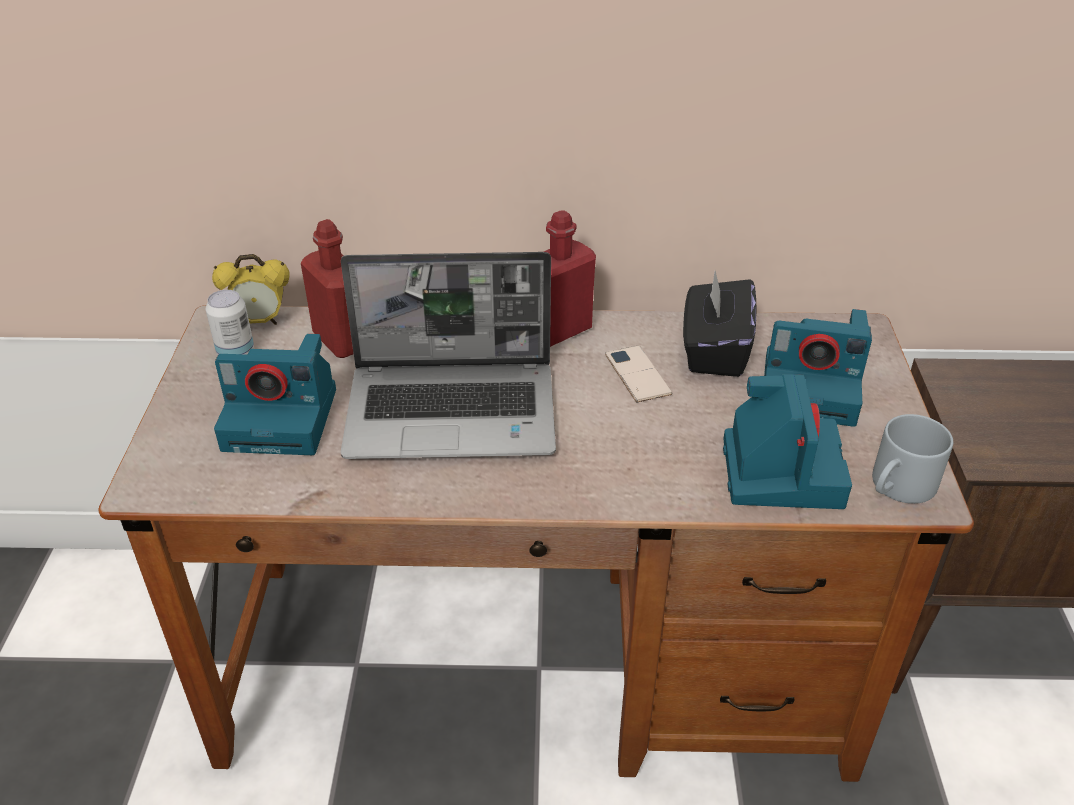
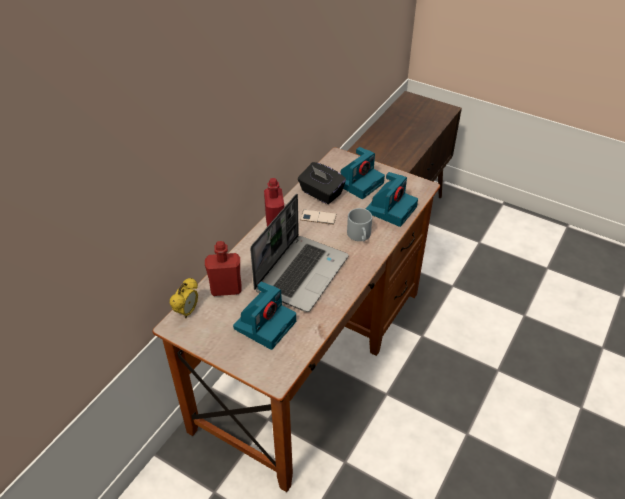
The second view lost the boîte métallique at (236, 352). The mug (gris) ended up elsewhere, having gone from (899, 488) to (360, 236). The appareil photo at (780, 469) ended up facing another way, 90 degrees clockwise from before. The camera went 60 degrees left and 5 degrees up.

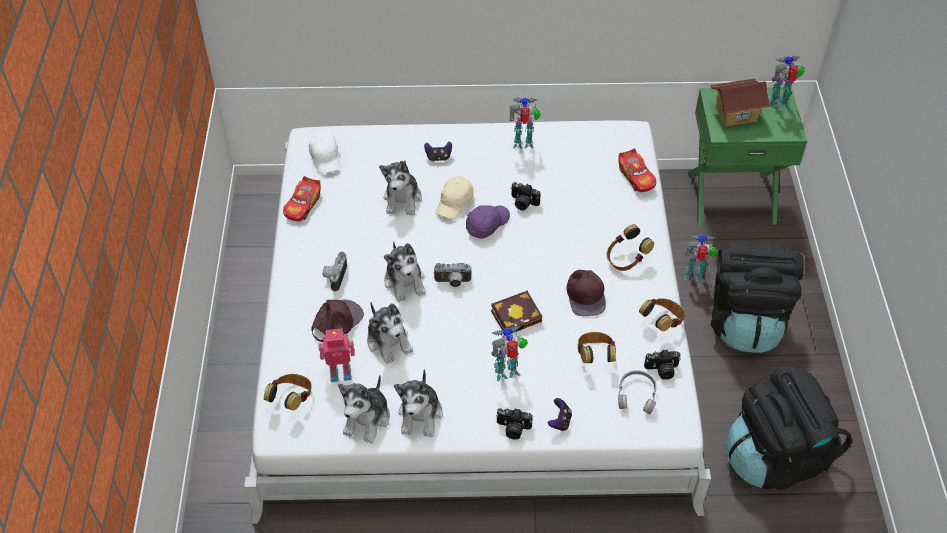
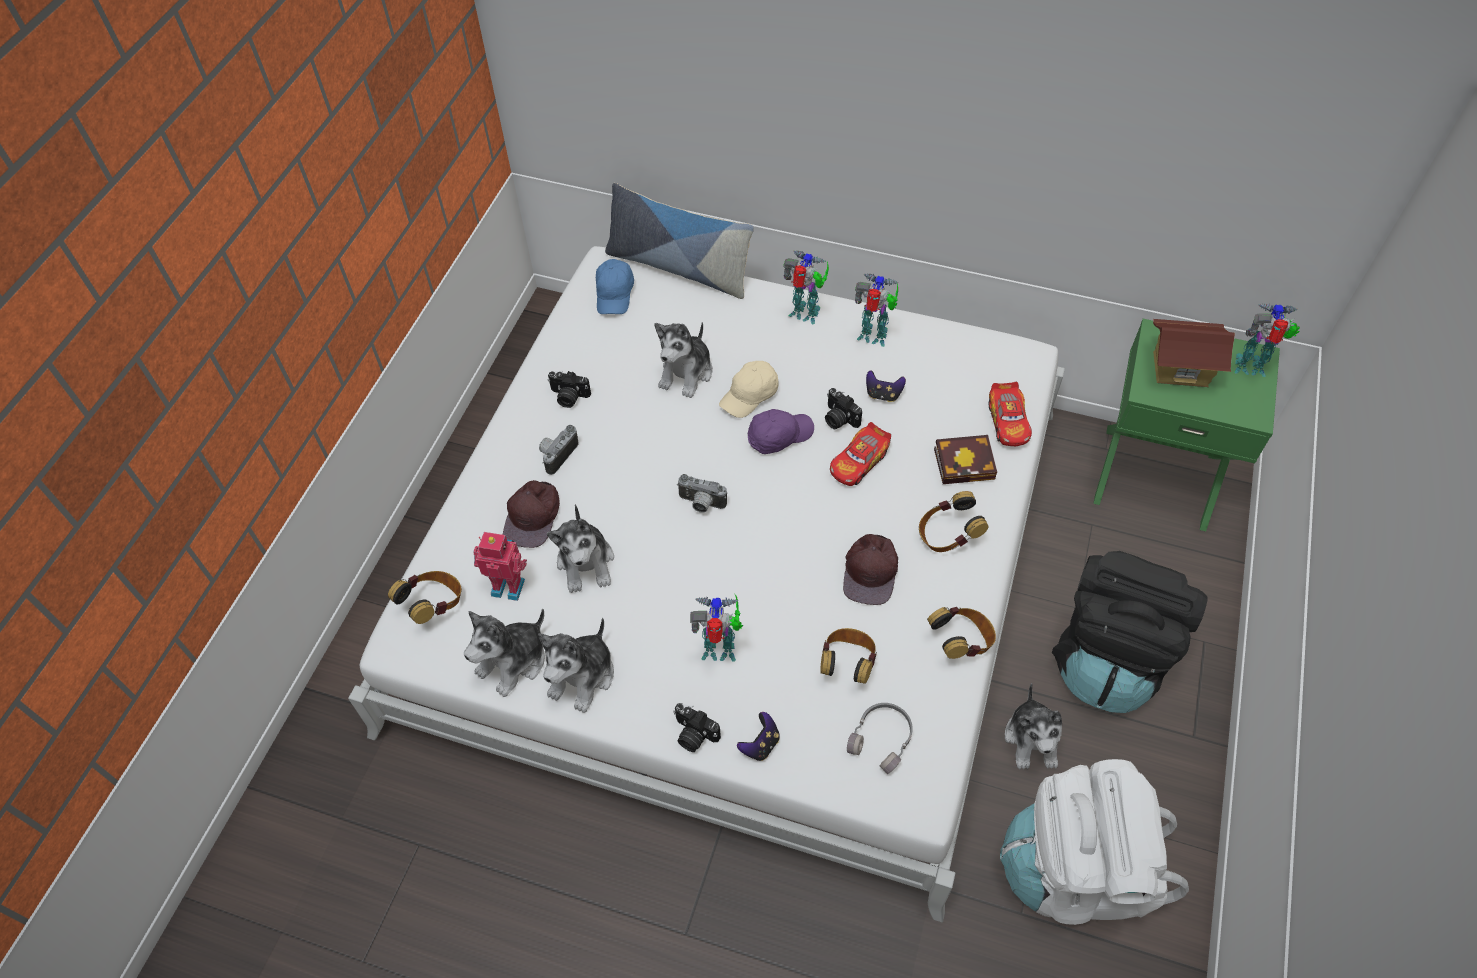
The second view gained the coussin at (679, 267). The petite voiture ended up elsewhere, having gone from (302, 205) to (858, 462). The peluche ended up elsewhere, having gone from (405, 281) to (1032, 739). The manette ended up elsewhere, having gone from (438, 157) to (883, 394). The livre ended up elsewhere, having gone from (517, 315) to (966, 463). The appareil photo ended up elsewhere, having gone from (662, 370) to (568, 397). The robot jouet ended up elsewhere, having gone from (695, 276) to (805, 315). What was the casquette (blanc) at (325, 158) turned into the casquette (bleu) at (615, 294). What was the sac à dos (noir) at (775, 457) turned into the sac à dos (blanc) at (1075, 870). The casquette (marron) at (336, 322) ended up facing another way, 135 degrees clockwise from before. The camera went 20 degrees right and 5 degrees up.

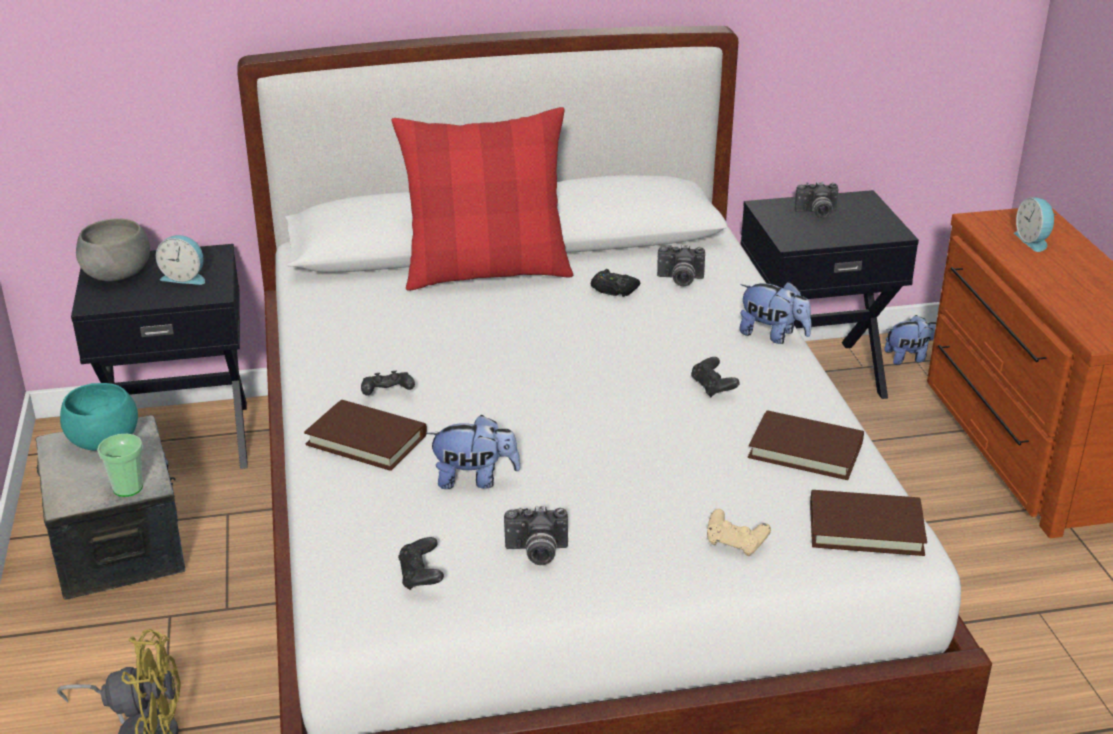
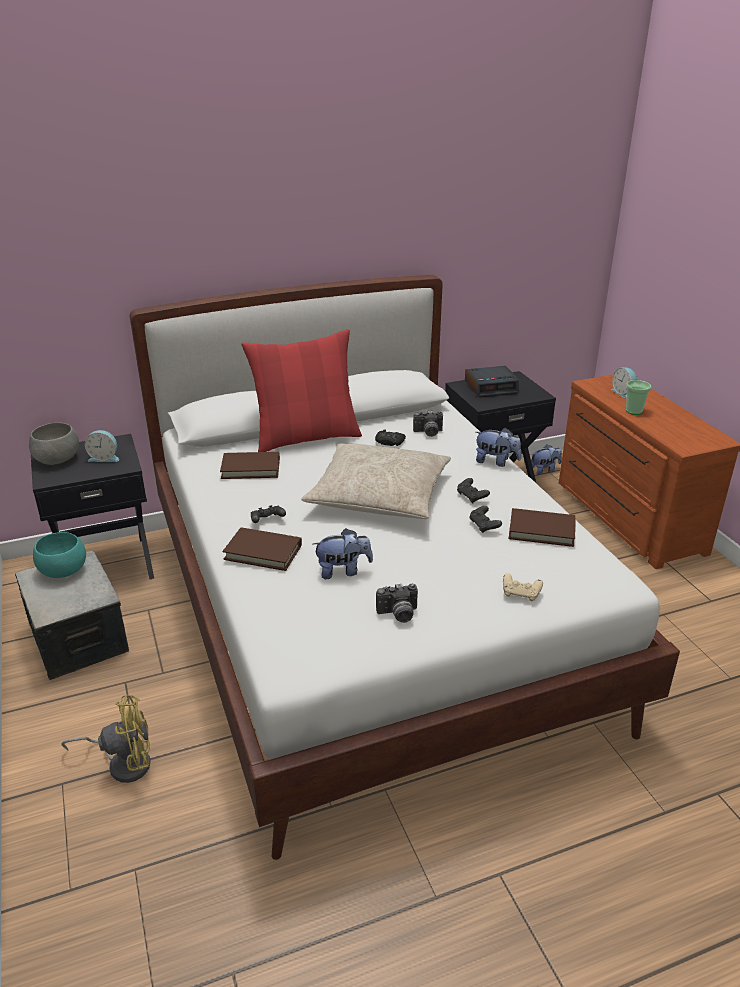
The second view gained the coussin (beige) at (379, 495). The tasse ended up elsewhere, having gone from (128, 488) to (634, 411). The manette (noir) ended up elsewhere, having gone from (421, 575) to (484, 526). The livre (marron) ended up elsewhere, having gone from (865, 528) to (250, 468). Where the appareil photo stood at (816, 213), the réveil came to stand at (491, 387). The camera went 10 degrees left and 0 degrees up.

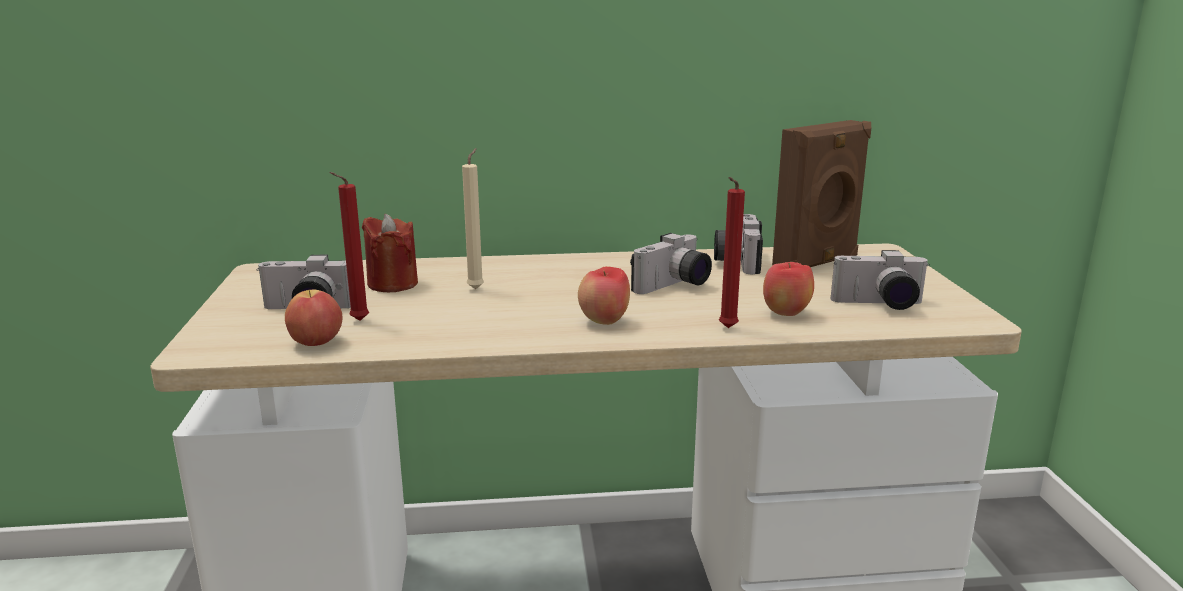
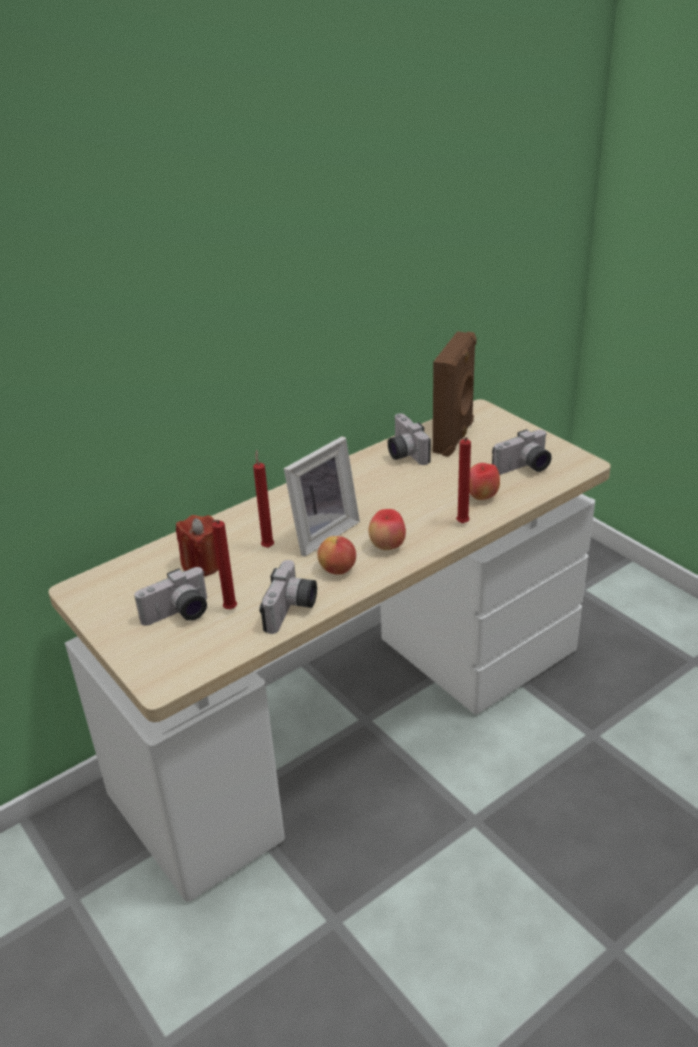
The second view gained the cadre photo at (320, 533). The pomme ended up elsewhere, having gone from (316, 343) to (338, 569). The appareil photo ended up elsewhere, having gone from (674, 286) to (292, 611). What was the bougie (beige) at (477, 288) turned into the bougie (rouge) at (268, 546). The camera went 30 degrees left and 15 degrees up.

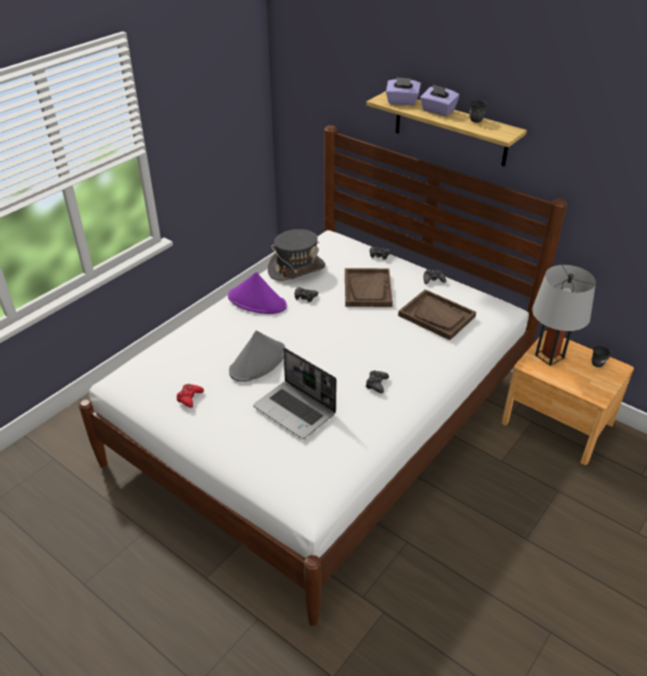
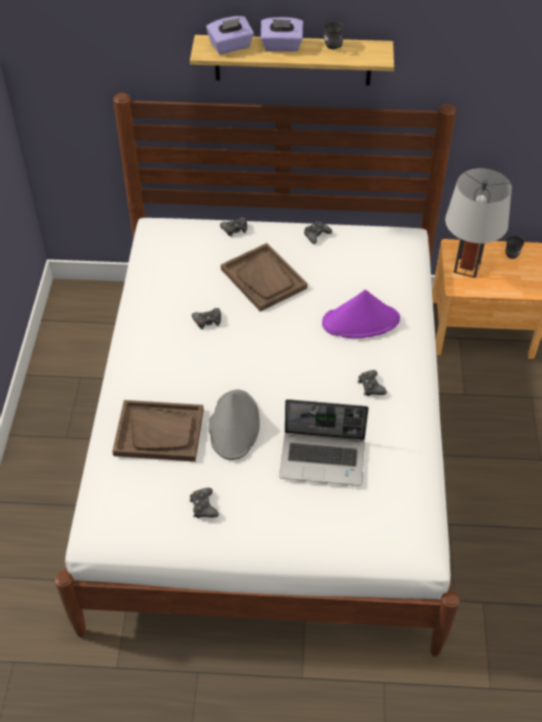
The second view lost the chapeau (gris) at (296, 269). The chapeau (violet) ended up elsewhere, having gone from (257, 301) to (361, 321). The plateau (marron) ended up elsewhere, having gone from (437, 316) to (159, 432). What was the manette (rouge) at (189, 398) turned into the manette (noir) at (203, 506). The camera went 35 degrees left and 10 degrees up.

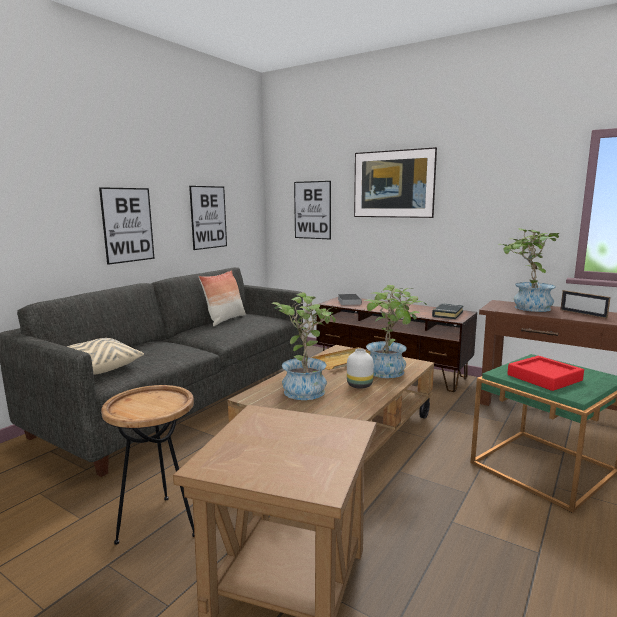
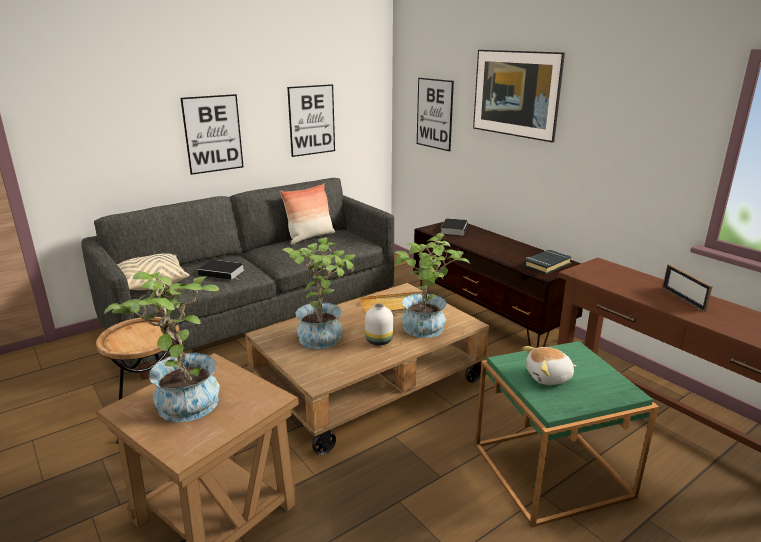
The second view gained the livre at (223, 272). The plante en pot ended up elsewhere, having gone from (526, 307) to (182, 399). Where the plateau (rouge) stood at (544, 377), the peluche came to stand at (549, 377). The camera went 20 degrees right and 10 degrees up.

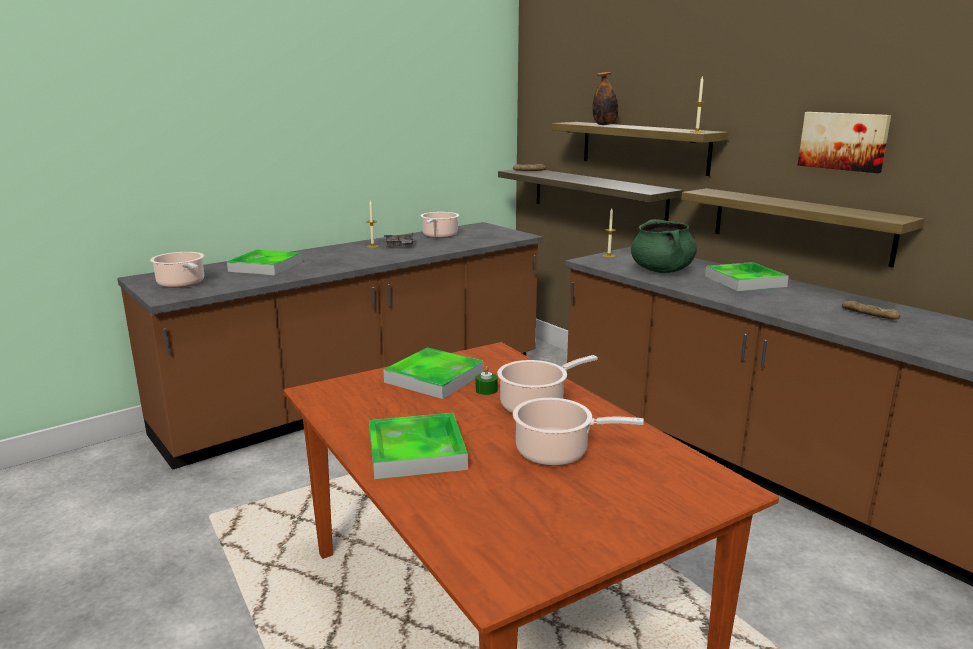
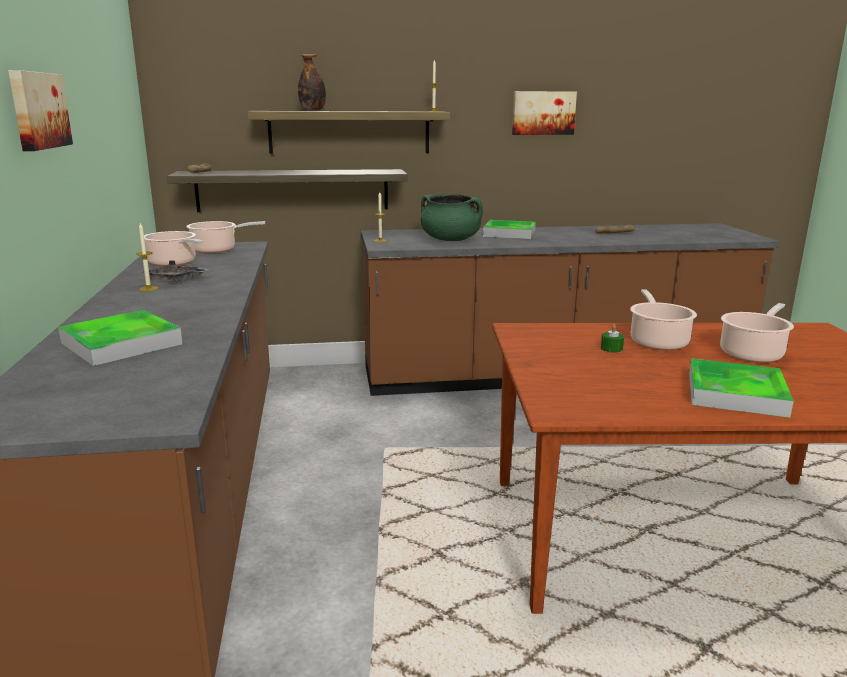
The second view lost the plateau at (434, 378). The second view lost the étagère at (799, 225). The second view gained the tableau at (37, 110). The marmite ended up elsewhere, having gone from (182, 284) to (217, 250). The camera went 60 degrees left and 0 degrees up.

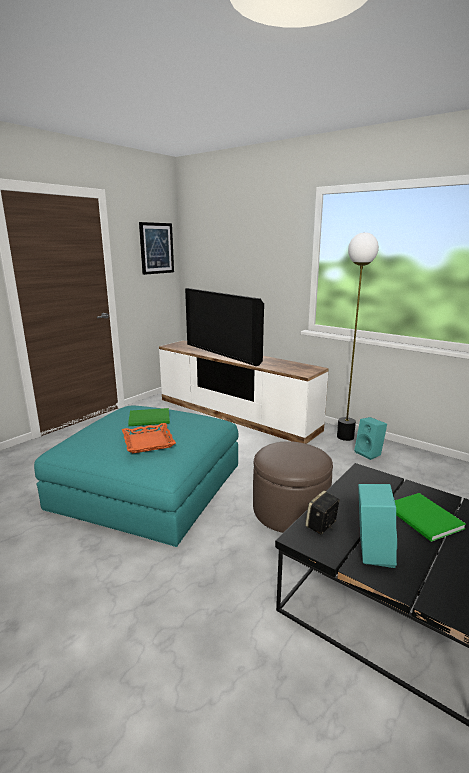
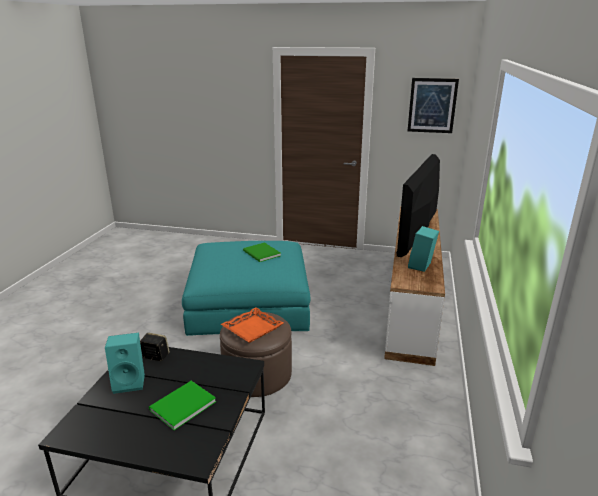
The second view lost the lampadaire at (345, 437). The plateau (orange) ended up elsewhere, having gone from (147, 442) to (252, 328). The enceinte (turquoise) ended up elsewhere, having gone from (369, 453) to (421, 267). The camera went 65 degrees right and 5 degrees up.

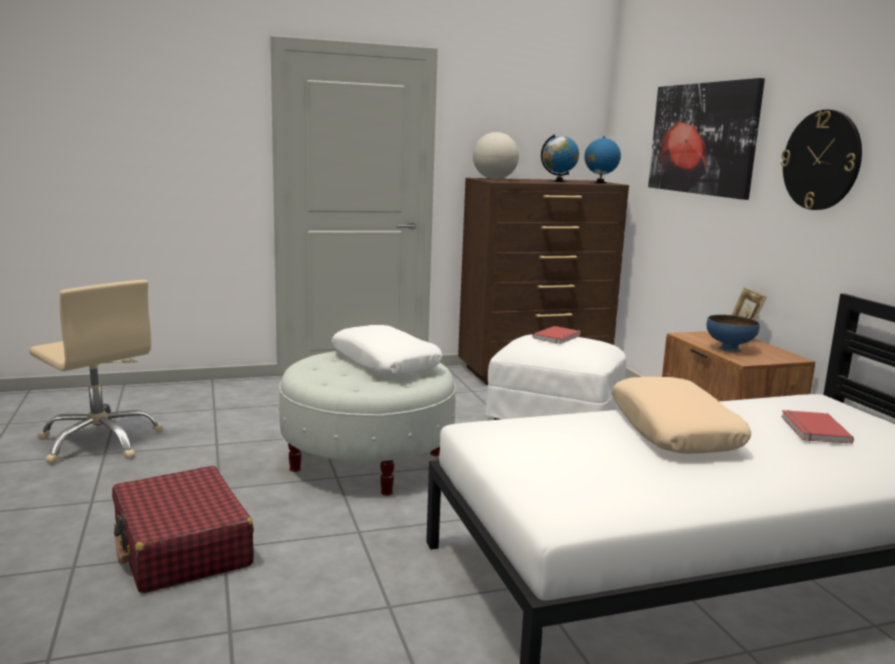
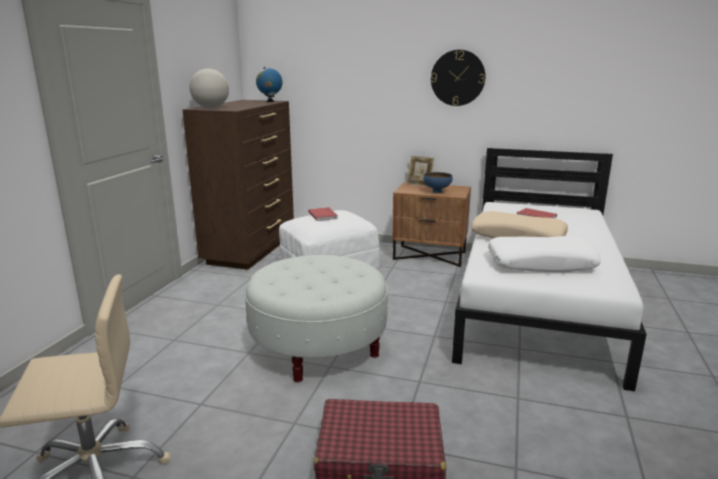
The second view lost the globe at (559, 181). The second view lost the tableau at (702, 139). The coussin (blanc) ended up elsewhere, having gone from (385, 363) to (541, 264). The camera went 55 degrees left and 5 degrees up.

